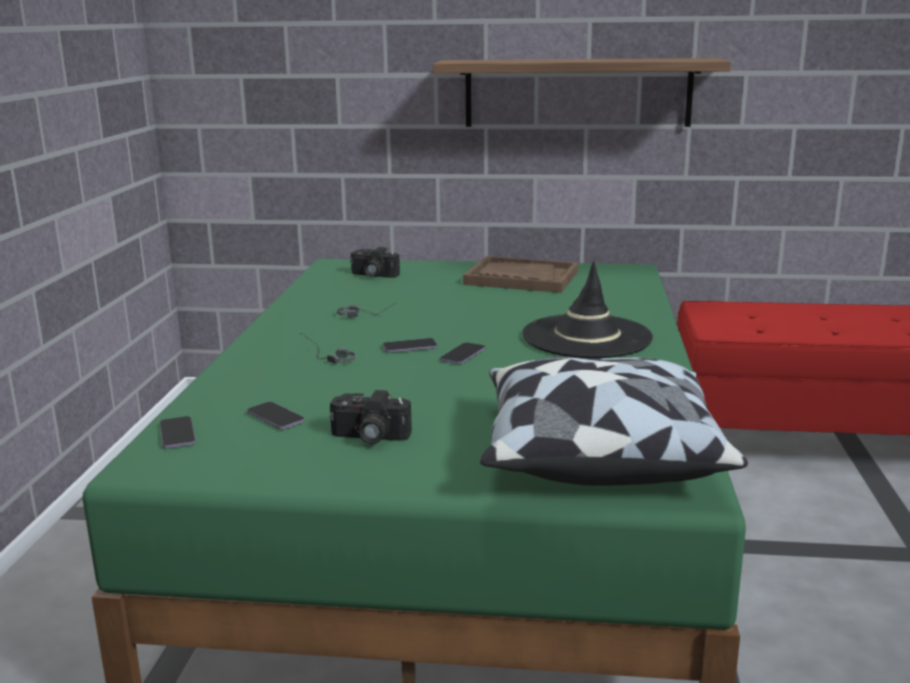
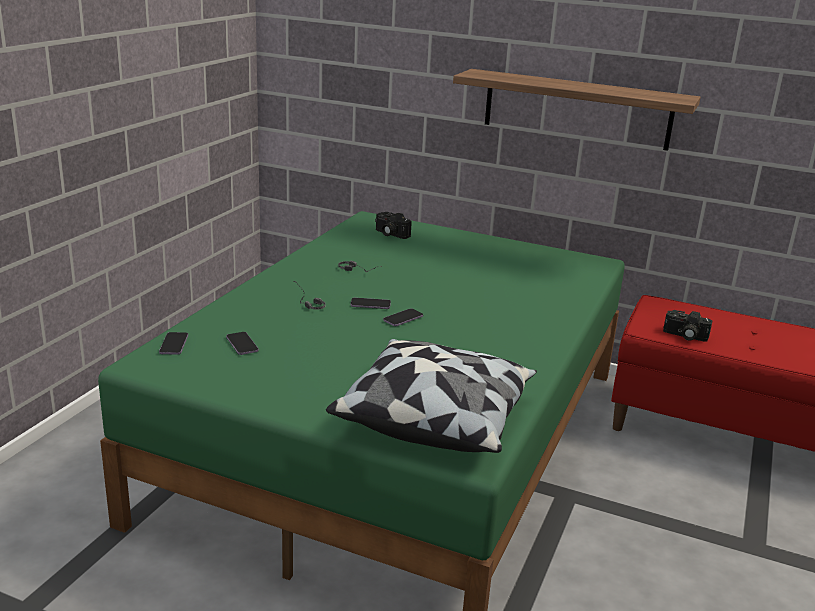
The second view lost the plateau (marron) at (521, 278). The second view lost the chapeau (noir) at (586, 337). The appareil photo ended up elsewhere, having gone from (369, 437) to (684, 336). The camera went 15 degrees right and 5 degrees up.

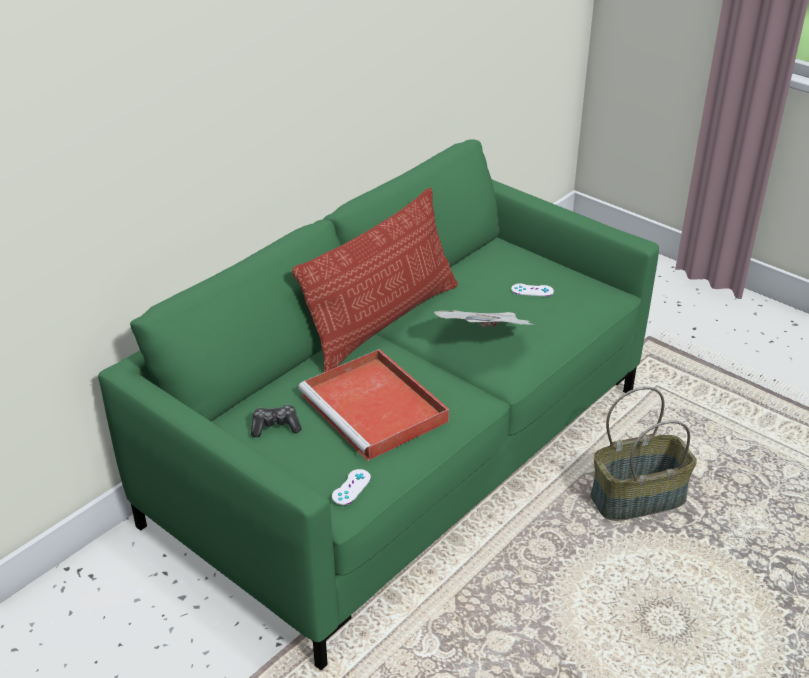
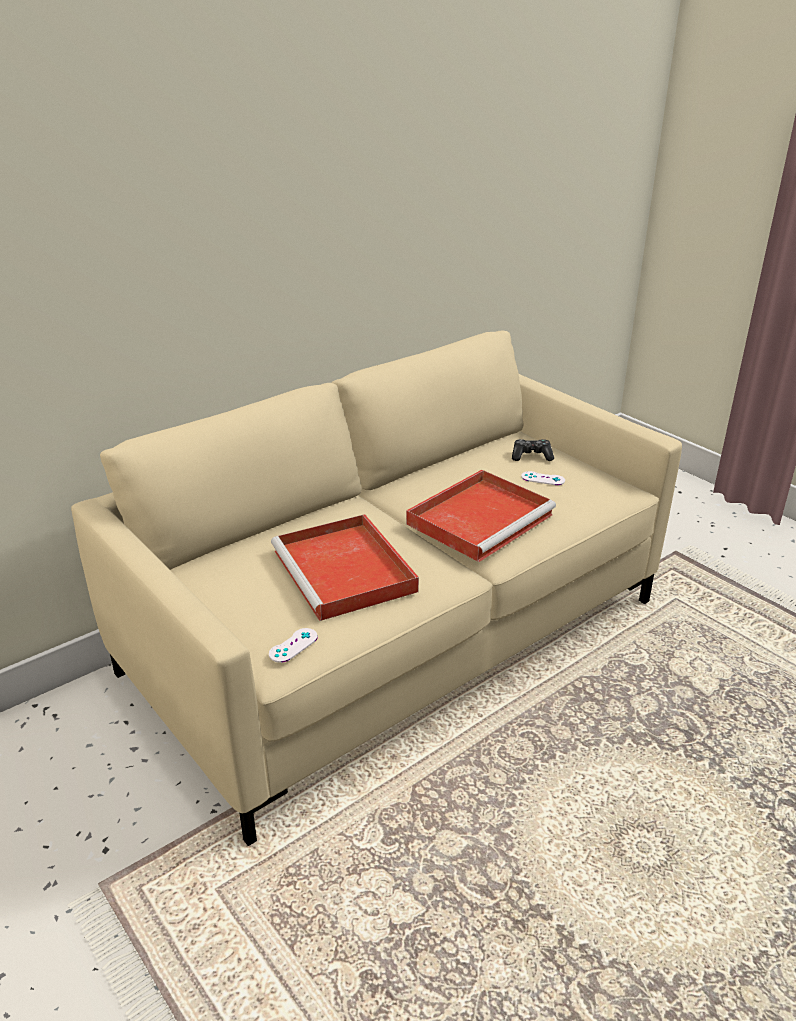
The second view lost the coussin at (383, 322). The second view lost the panier at (638, 497). The manette ended up elsewhere, having gone from (275, 426) to (531, 456). Where the journal stood at (485, 339), the plateau (rouge) came to stand at (481, 518). What was the canapé (vert) at (403, 455) turned into the canapé (beige) at (397, 637). The camera went 10 degrees right and 5 degrees down.

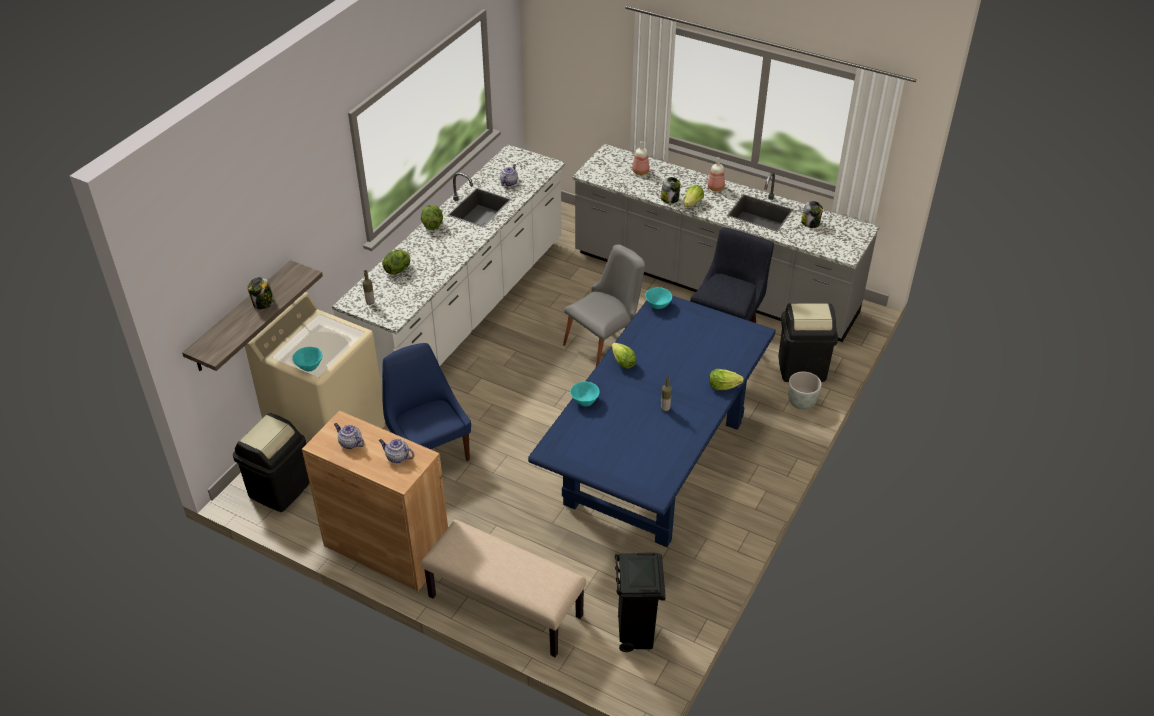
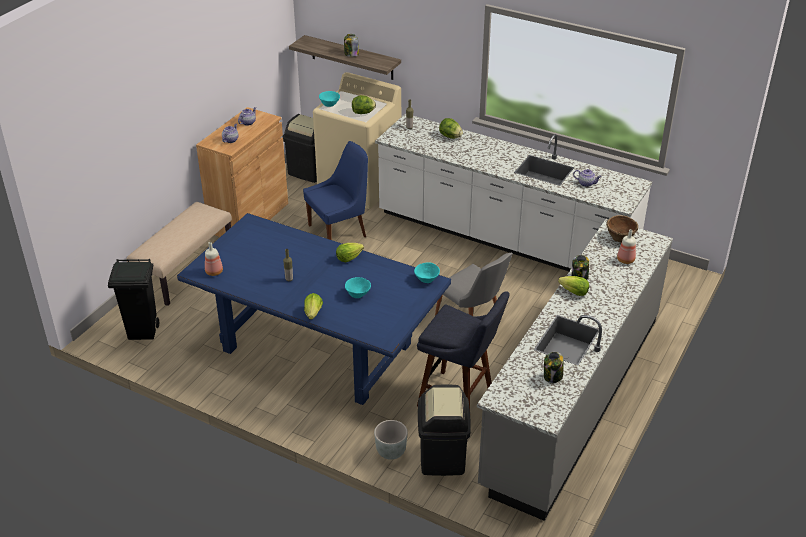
The second view gained the bol (marron) at (620, 238). The laitue ended up elsewhere, having gone from (432, 225) to (363, 113). The bol (turquoise) ended up elsewhere, having gone from (585, 400) to (358, 295). The bouteille ended up elsewhere, having gone from (715, 187) to (214, 271). The camera went 90 degrees right and 5 degrees down.

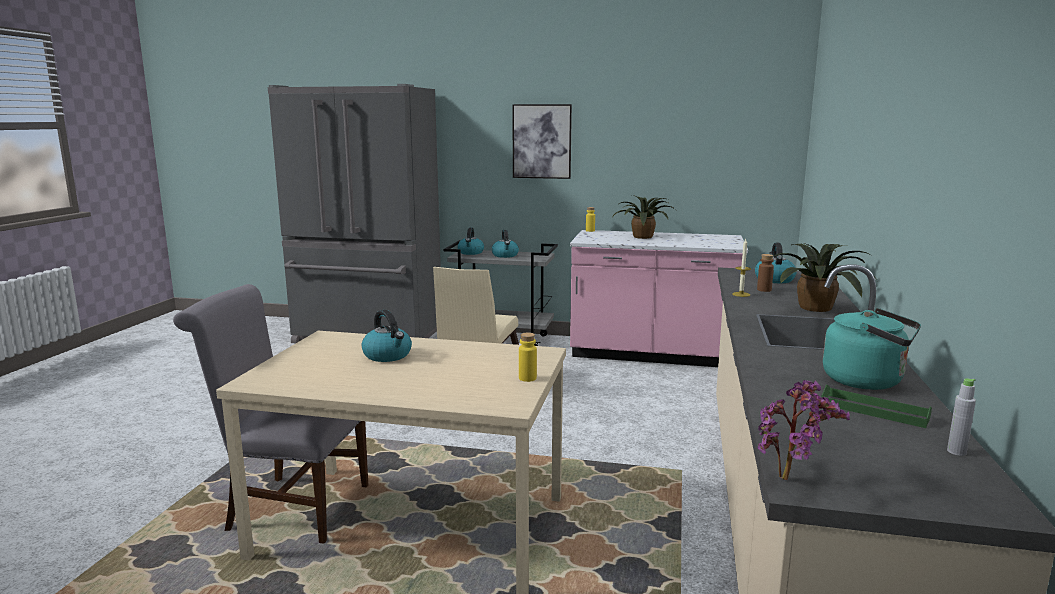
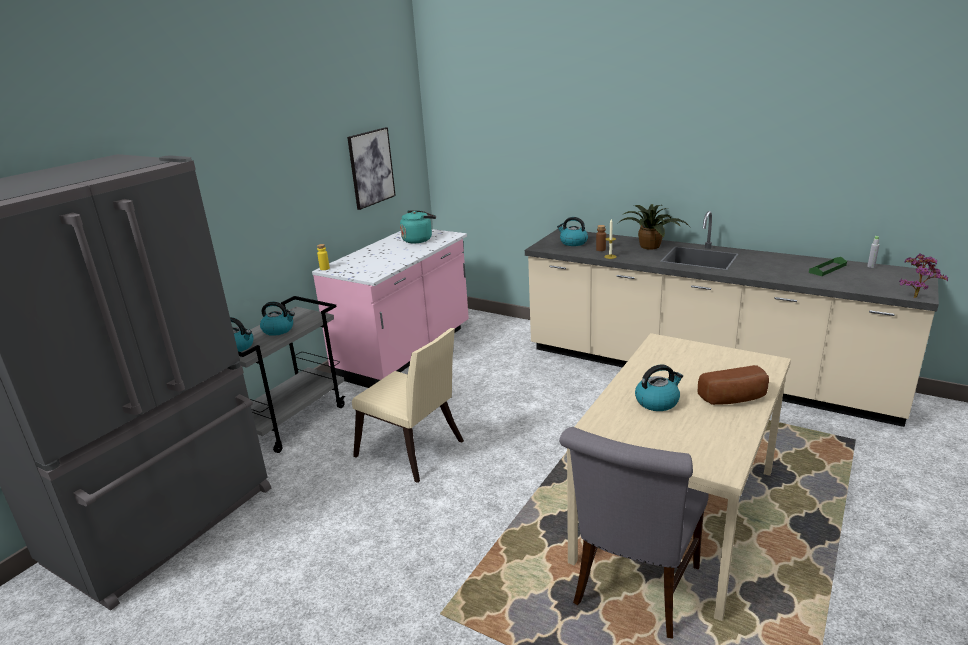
The second view lost the bouteille (jaune) at (527, 378). The second view lost the plante en pot at (643, 237). The second view gained the pain at (734, 399). The tableau ended up elsewhere, having gone from (542, 141) to (371, 167). The bouilloire (turquoise) ended up elsewhere, having gone from (867, 381) to (419, 239). The camera went 70 degrees left and 10 degrees up.

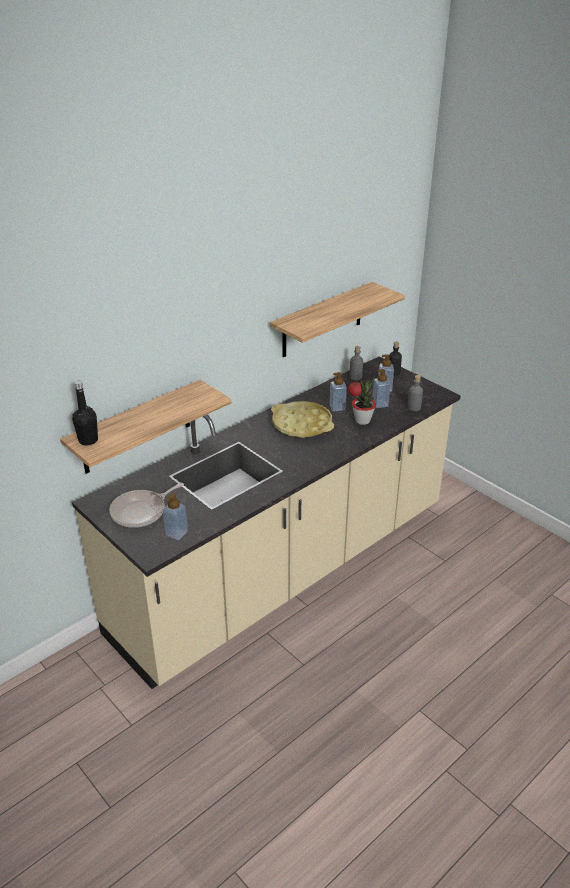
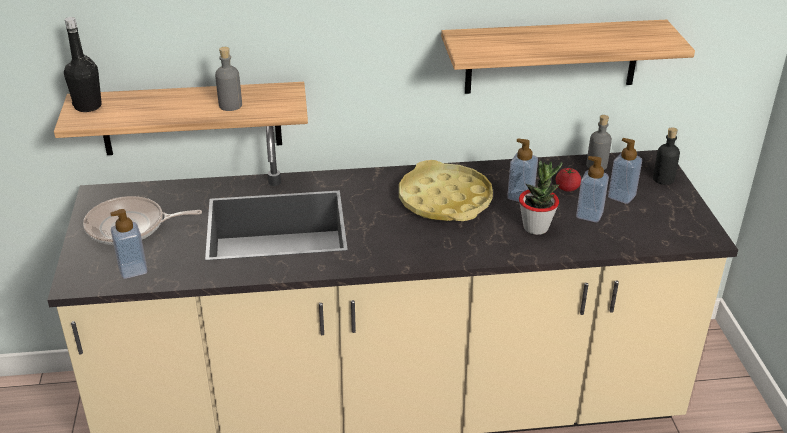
The bouteille (gris) ended up elsewhere, having gone from (414, 407) to (230, 105). The camera went 35 degrees right and 0 degrees up.

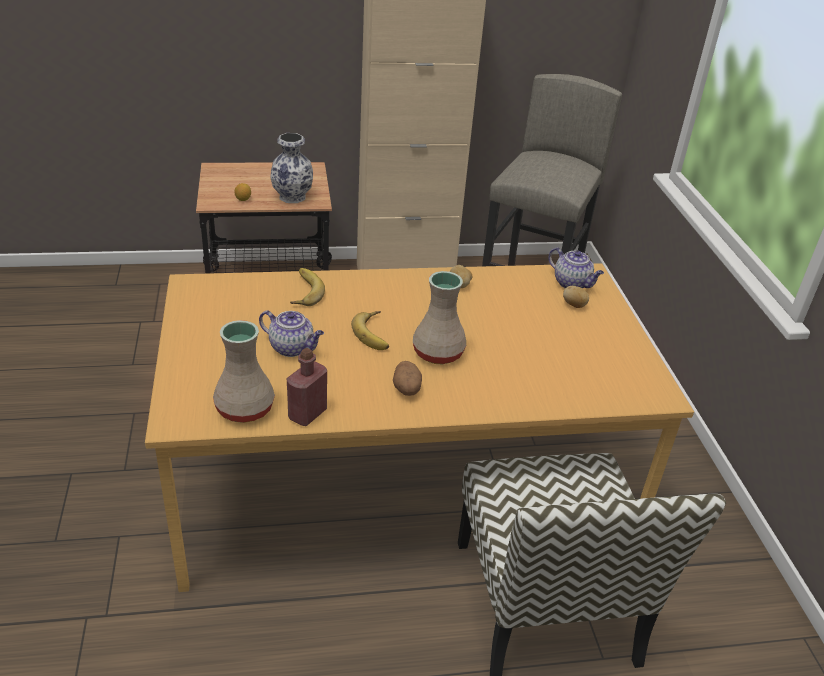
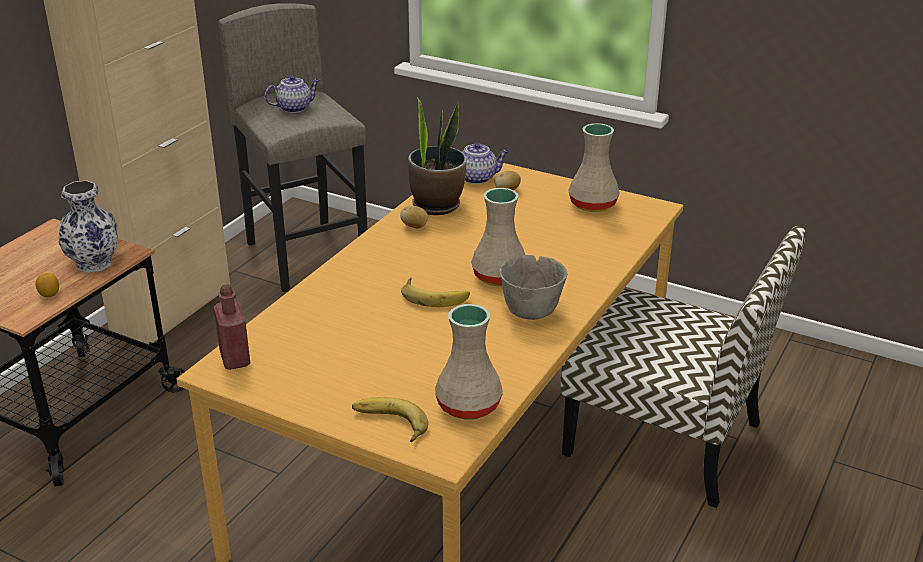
The second view gained the plante en pot at (437, 205). The second view gained the vase (beige) at (594, 205). The théière ended up elsewhere, having gone from (292, 348) to (294, 108). The bouteille (rouge) ended up elsewhere, having gone from (307, 414) to (235, 358). The banane ended up elsewhere, having gone from (303, 291) to (388, 425). Where the pomme de terre stood at (406, 389), the bol (gris) came to stand at (531, 311). The camera went 50 degrees left and 5 degrees down.

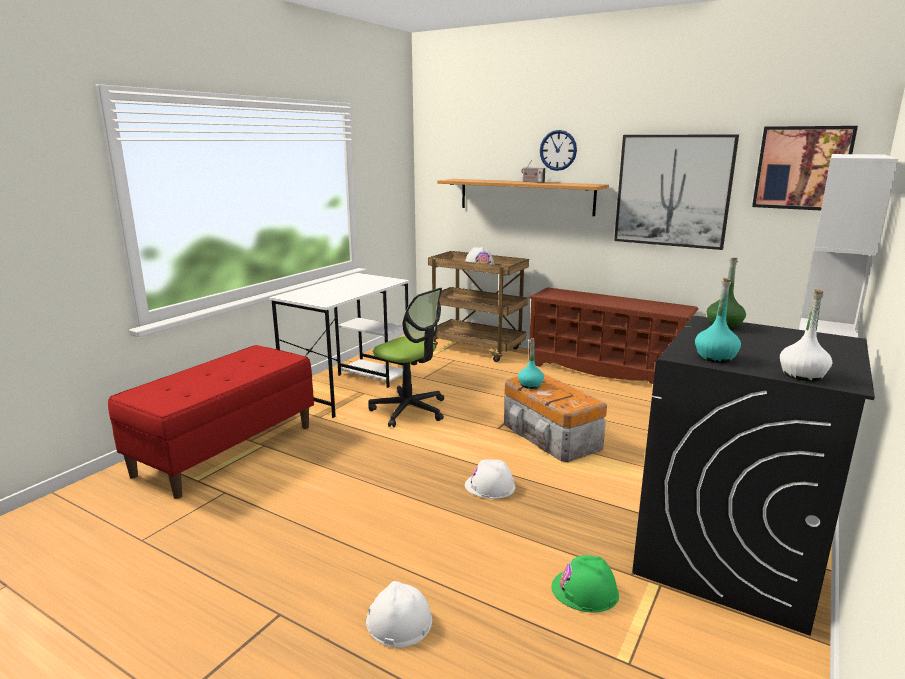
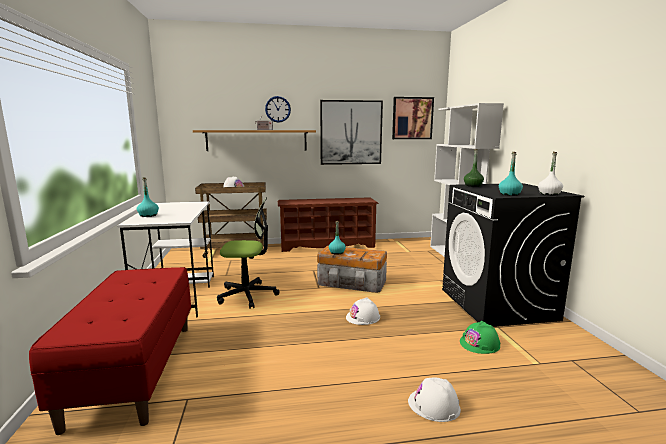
The second view gained the bouteille (turquoise) at (148, 215). The camera went 40 degrees left and 5 degrees down.

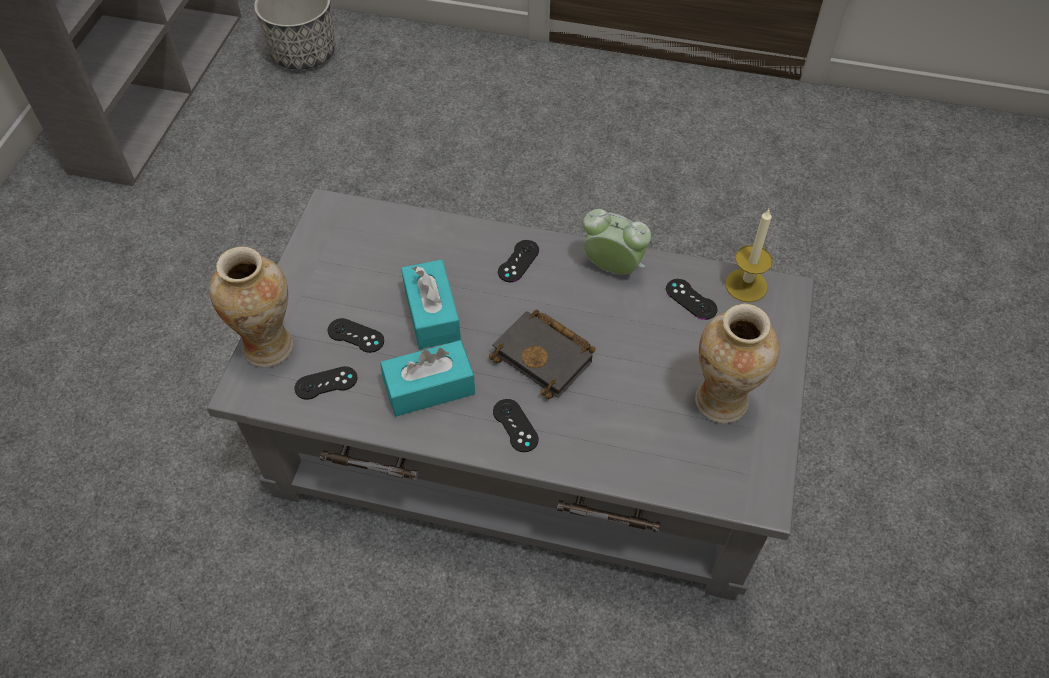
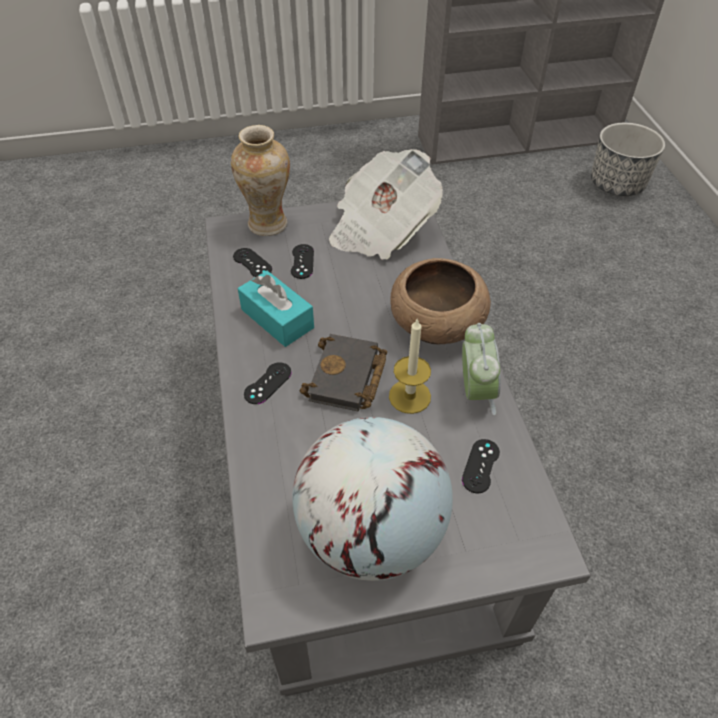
The second view lost the boîte à mouchoirs (turquoise) at (432, 314). The second view gained the journal at (381, 228). The bougie ended up elsewhere, having gone from (746, 285) to (409, 396). Where the manette (noir) stood at (518, 261), the bol (marron) came to stand at (436, 325). Where the vase stood at (722, 403), the globe came to stand at (371, 532). The camera went 65 degrees right and 5 degrees down.

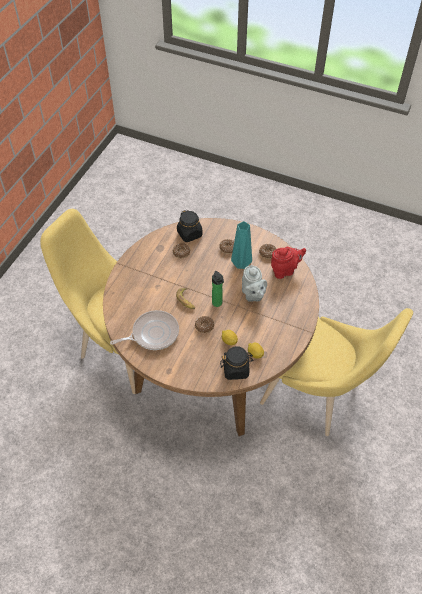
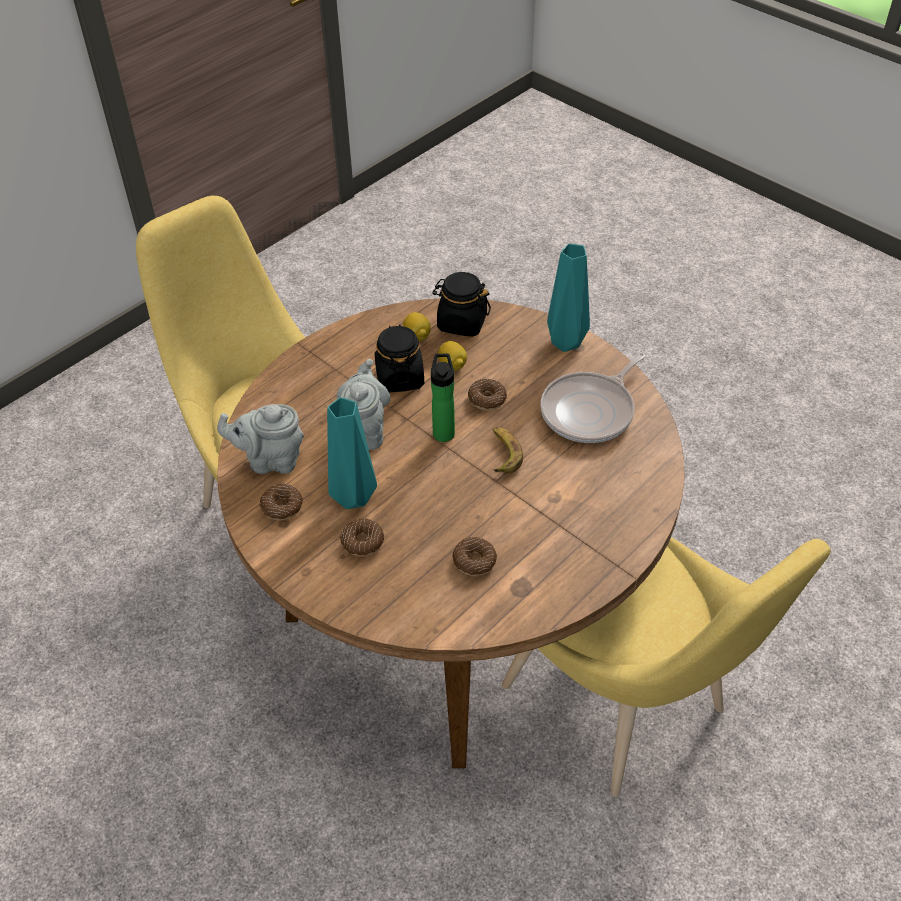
The second view gained the vase (turquoise) at (566, 341). The bocal (noir) ended up elsewhere, having gone from (189, 234) to (399, 377). What was the théière (rouge) at (285, 270) turned into the théière (gris) at (270, 460). The poêle at (153, 333) ended up facing another way, 45 degrees counterclockwise from before. The camera went 160 degrees left and 5 degrees down.

